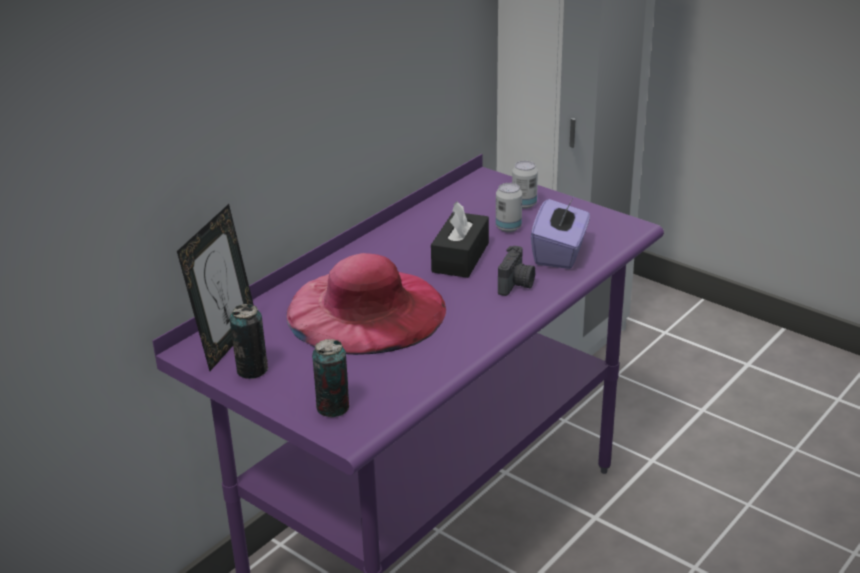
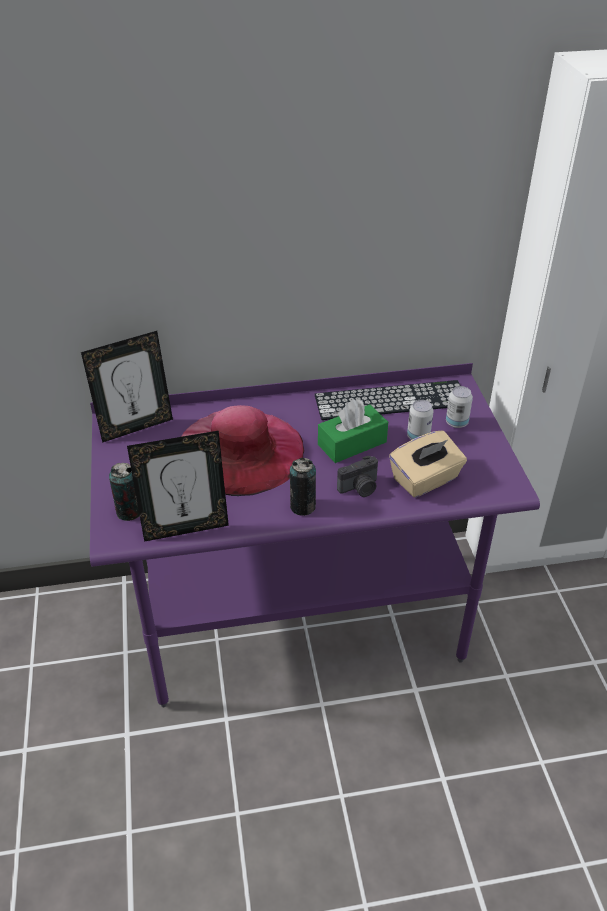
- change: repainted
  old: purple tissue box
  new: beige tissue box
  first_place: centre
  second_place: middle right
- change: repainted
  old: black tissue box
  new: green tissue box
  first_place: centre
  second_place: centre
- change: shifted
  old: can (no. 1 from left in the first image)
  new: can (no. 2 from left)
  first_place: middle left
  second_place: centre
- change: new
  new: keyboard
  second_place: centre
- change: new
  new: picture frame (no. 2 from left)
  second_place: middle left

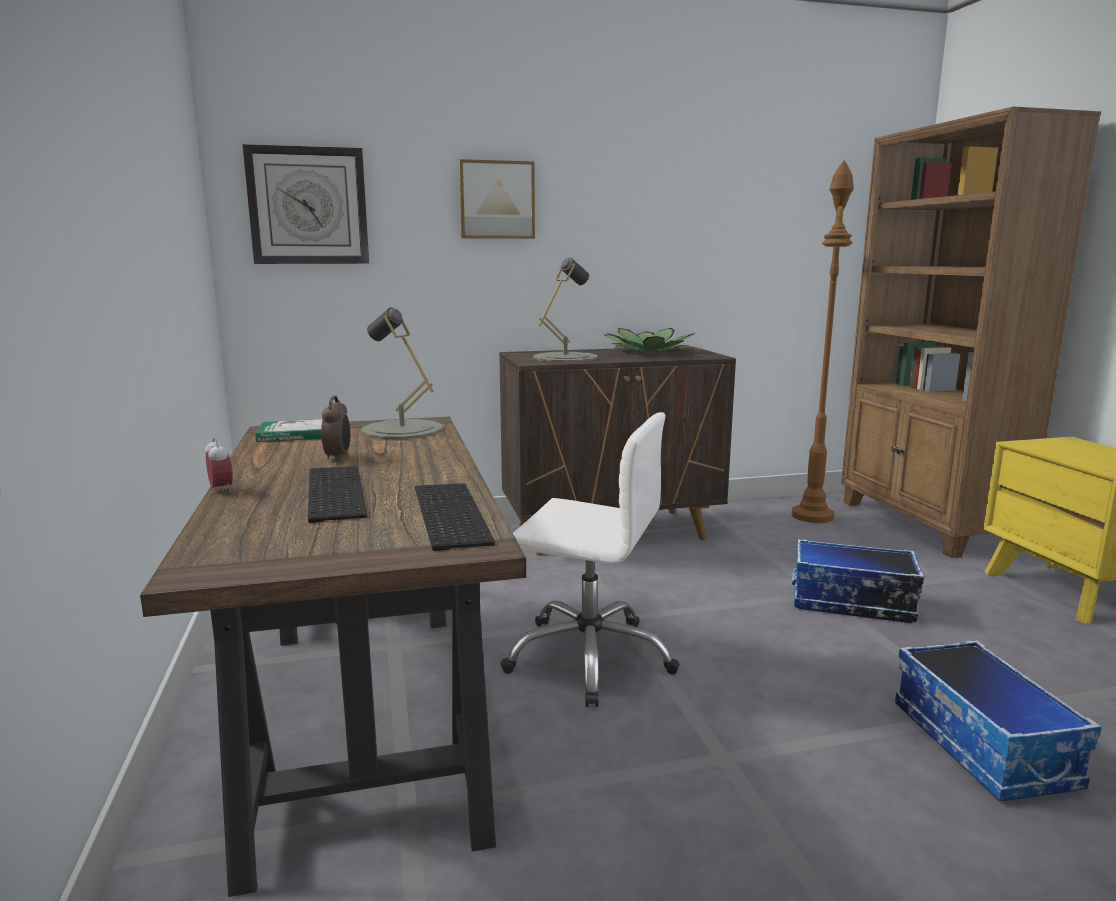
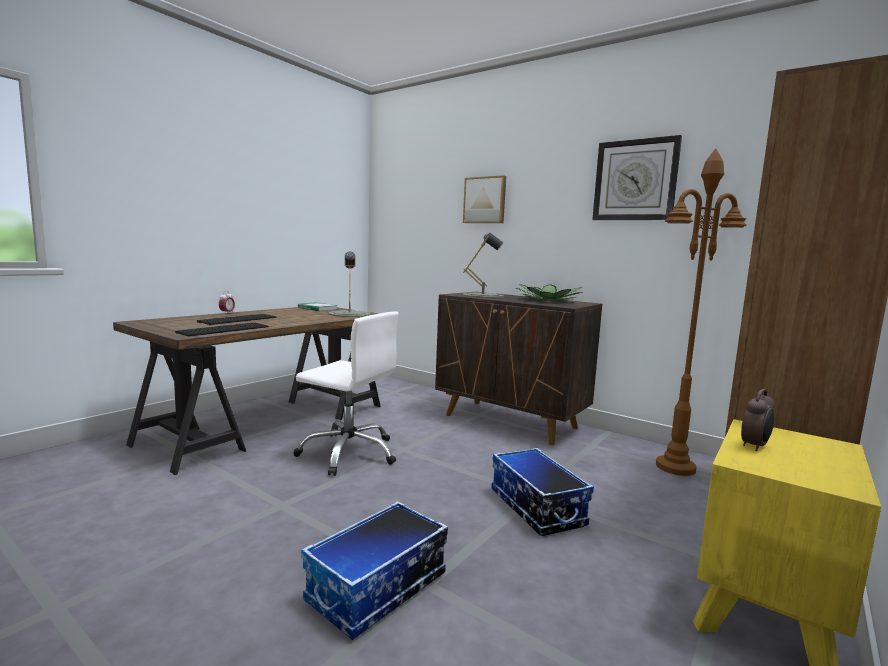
- change: shifted
  old: wall clock
  first_place: top left
  second_place: top right
- change: shifted
  old: alarm clock (no. 2 from left)
  first_place: middle left
  second_place: middle right
- change: rotated
  old: white office chair
  first_place: centre
  second_place: centre
  degrees: -45

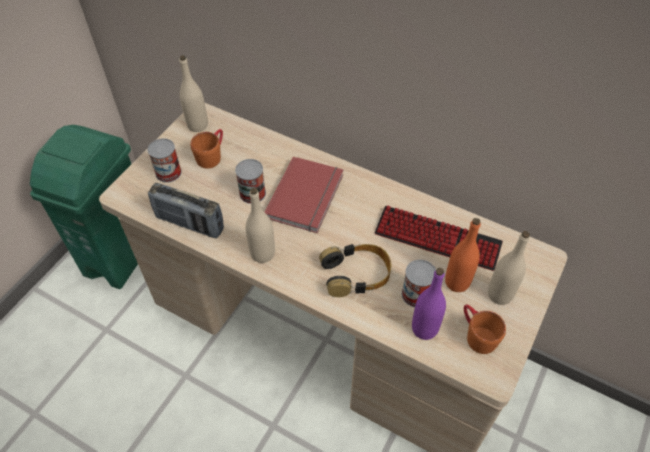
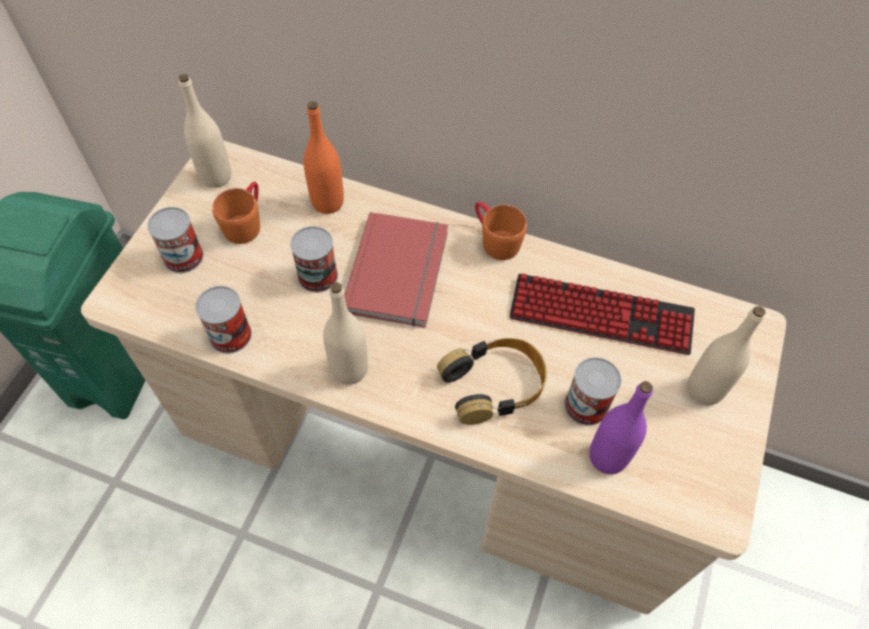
- change: swapped
  old: radio
  new: can (no. 2 from left)
  first_place: middle left
  second_place: middle left
- change: shifted
  old: orange bottle
  first_place: middle right
  second_place: top centre
- change: shifted
  old: orange mug (no. 2 from left)
  first_place: bottom right
  second_place: centre

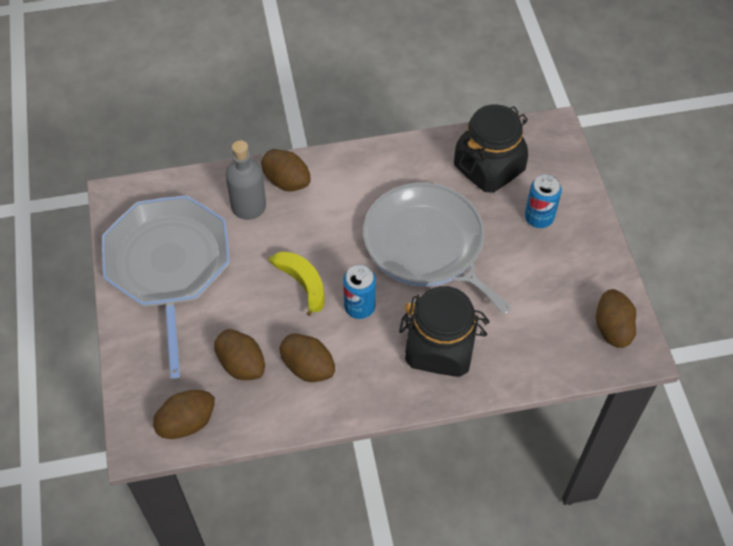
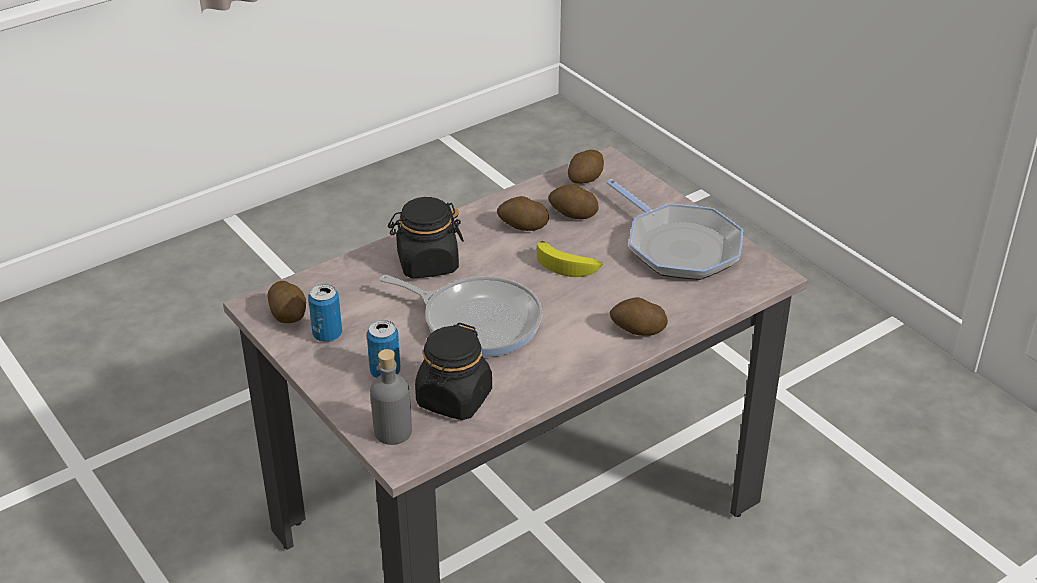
- change: shifted
  old: grey bottle
  first_place: top centre
  second_place: bottom centre
- change: shifted
  old: can (no. 1 from left)
  first_place: centre
  second_place: middle left

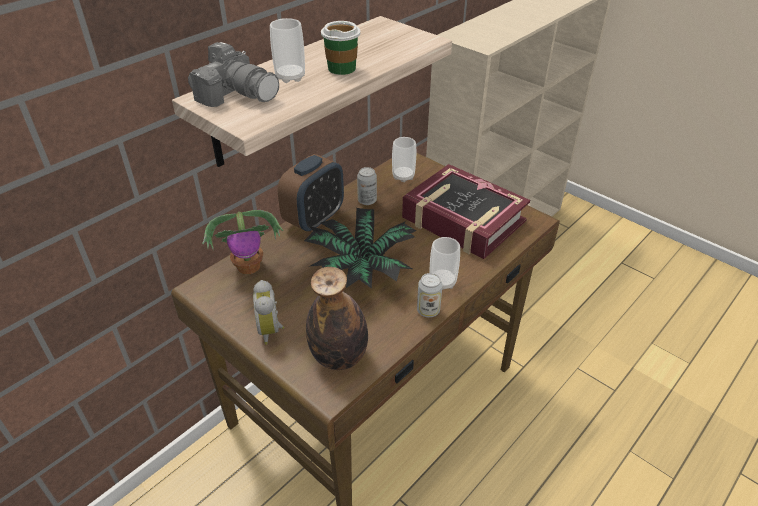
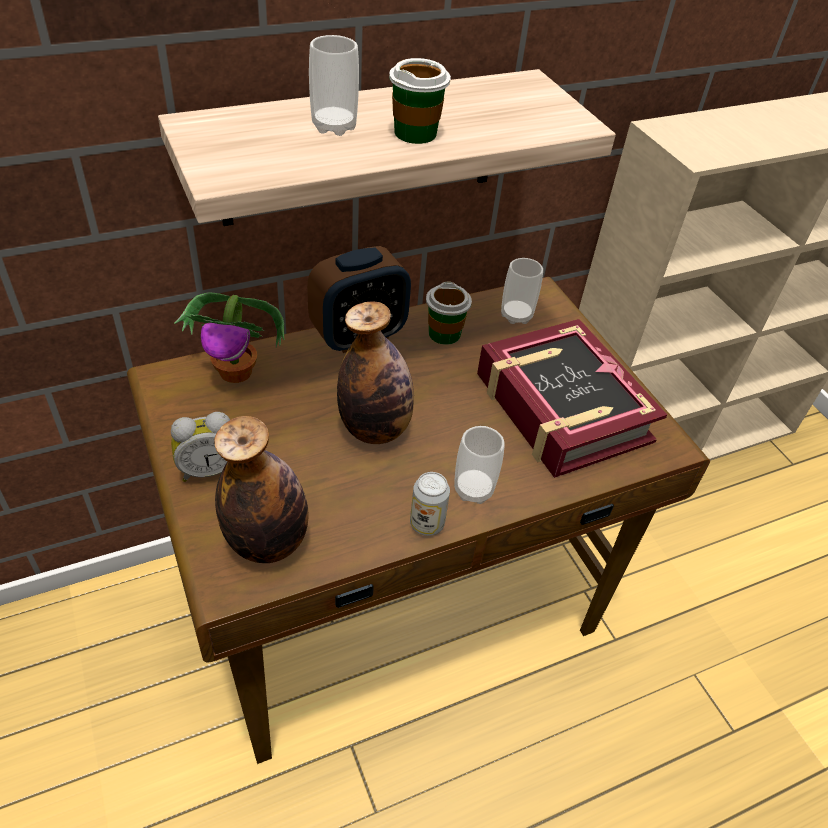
- change: gone
  old: photo camera
  first_place: top left
- change: swapped
  old: can (no. 1 from left)
  new: cup (no. 3 from left)
  first_place: centre
  second_place: centre
- change: swapped
  old: potted plant (no. 2 from left)
  new: bottle (no. 2 from left)
  first_place: centre
  second_place: centre
- change: rotated
  old: alarm clock (no. 1 from left)
  first_place: centre
  second_place: middle left
  degrees: -120

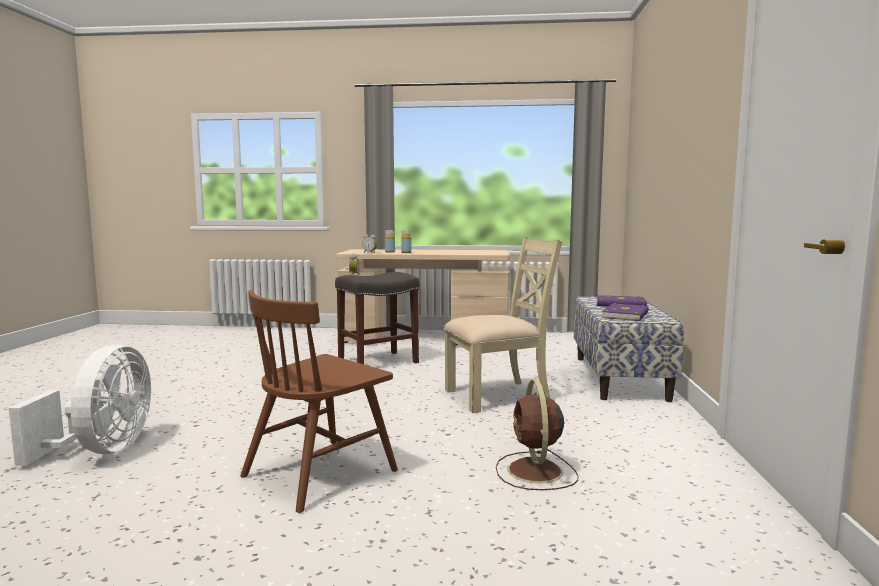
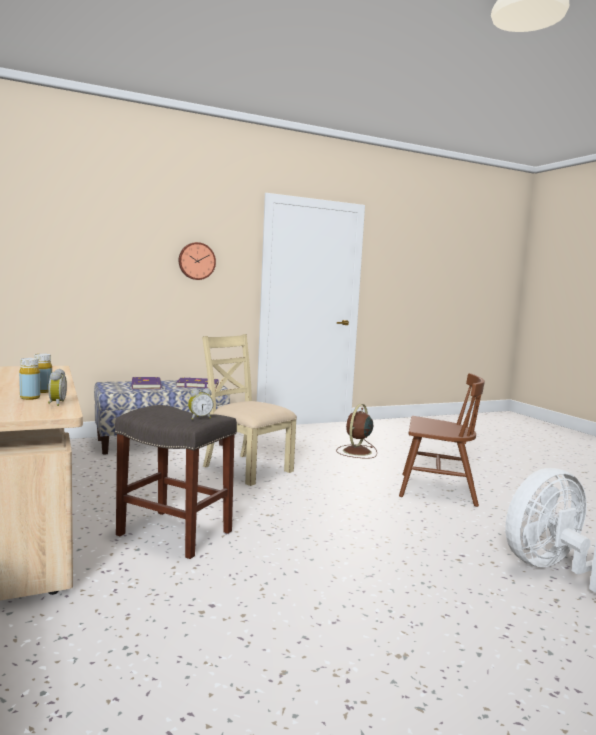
- change: rotated
  old: brown fan
  first_place: bottom centre
  second_place: centre
  degrees: 150
- change: new
  new: wall clock
  second_place: middle left

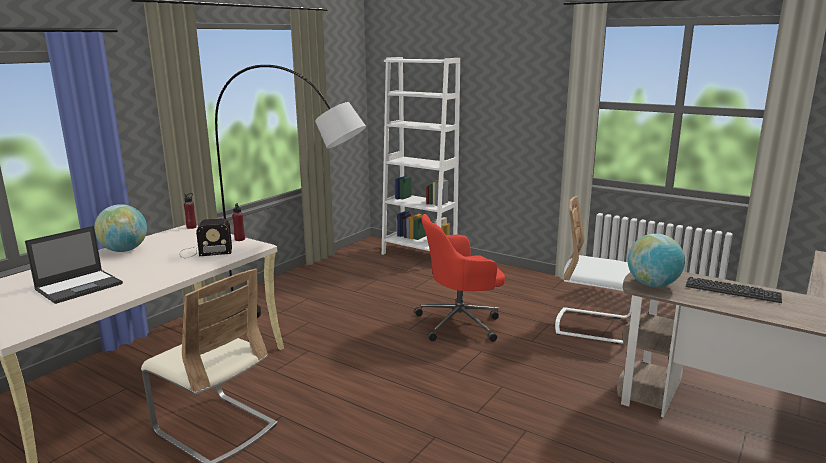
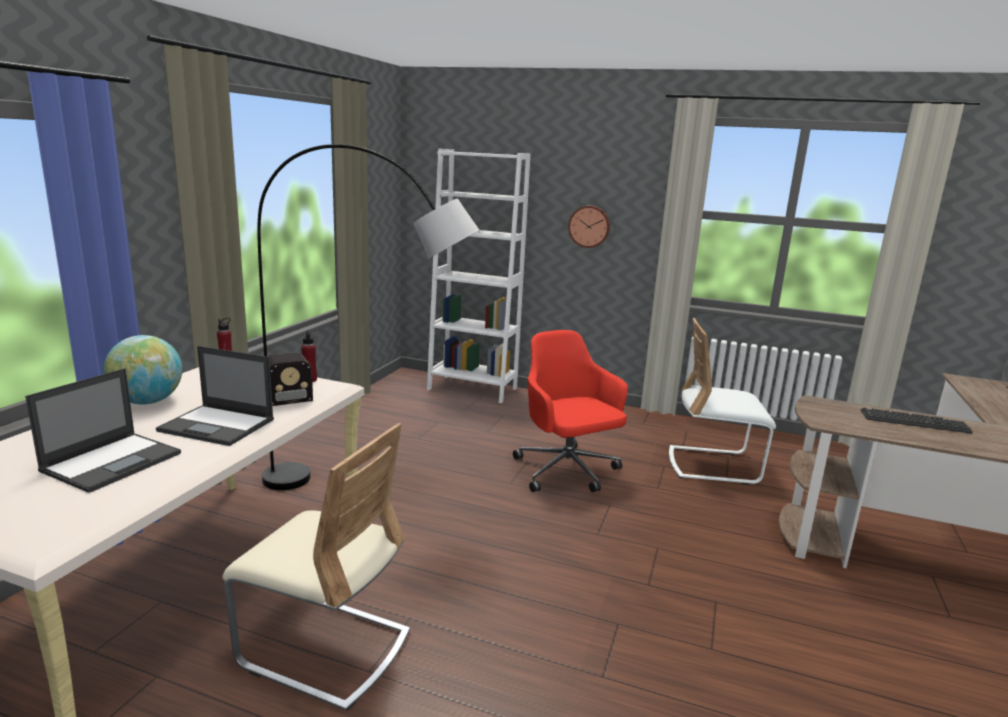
- change: rotated
  old: red office chair
  first_place: centre
  second_place: centre
  degrees: 90
- change: gone
  old: globe (no. 2 from left)
  first_place: middle right
- change: new
  new: wall clock
  second_place: top centre
- change: new
  new: laptop (no. 2 from left)
  second_place: middle left

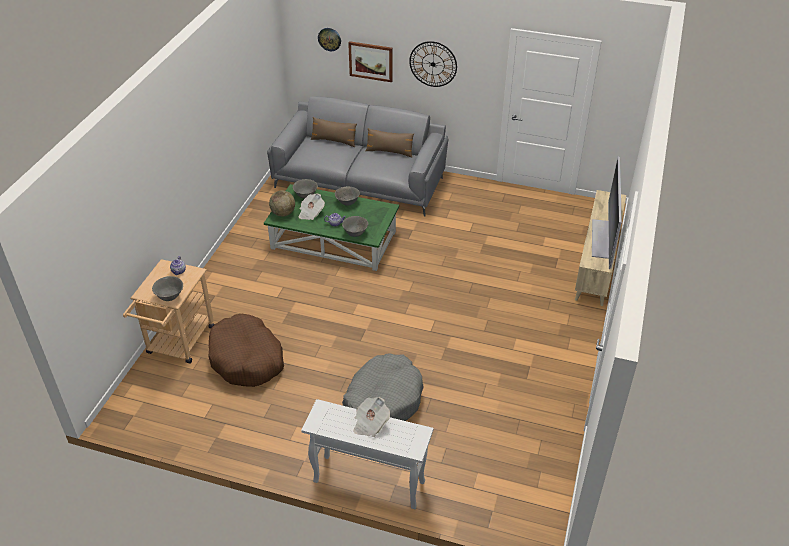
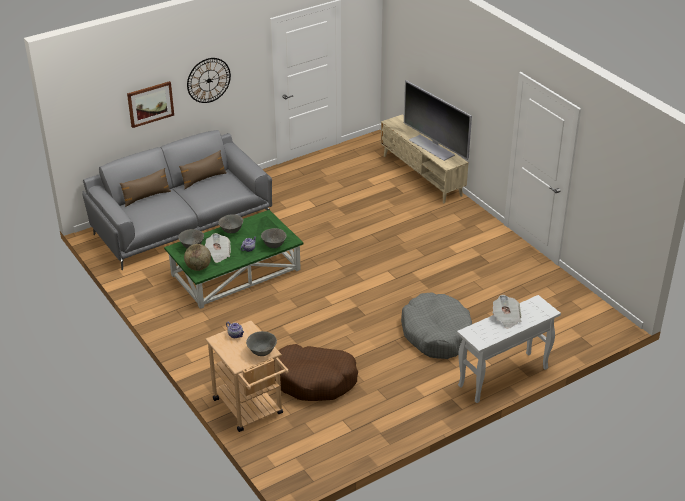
- change: gone
  old: wall clock (no. 1 from left)
  first_place: top centre

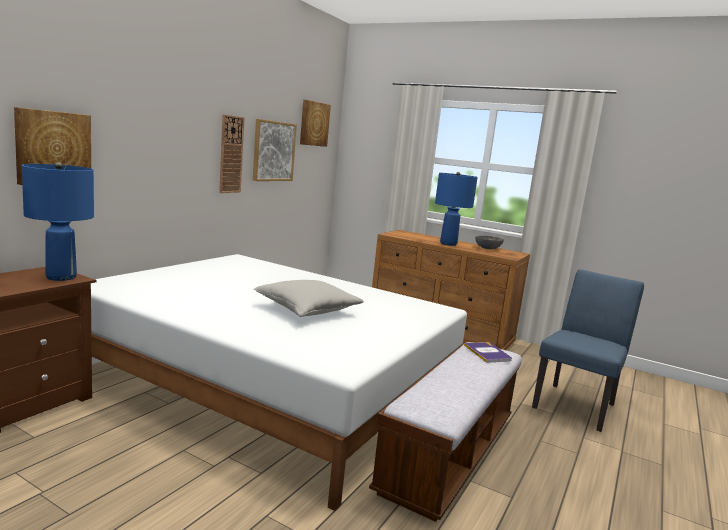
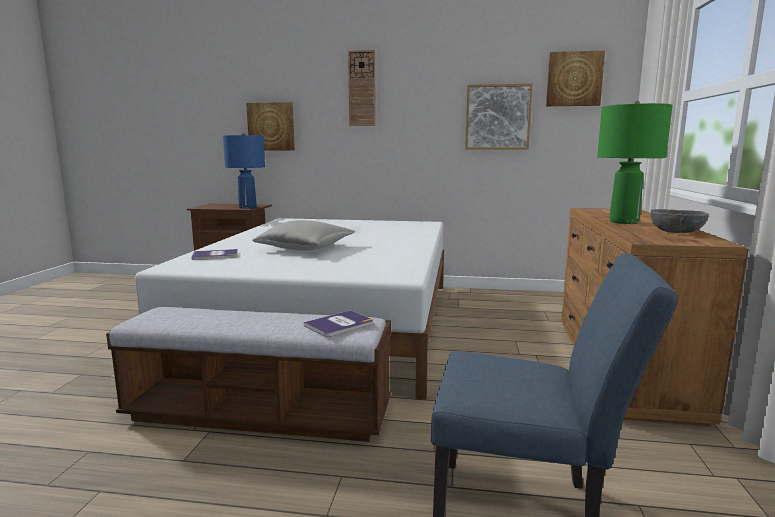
- change: shifted
  old: wall clock
  first_place: top left
  second_place: top centre
- change: repainted
  old: blue table lamp (no. 2 from left)
  new: green table lamp
  first_place: centre
  second_place: top right
- change: new
  new: book (no. 1 from left)
  second_place: middle left

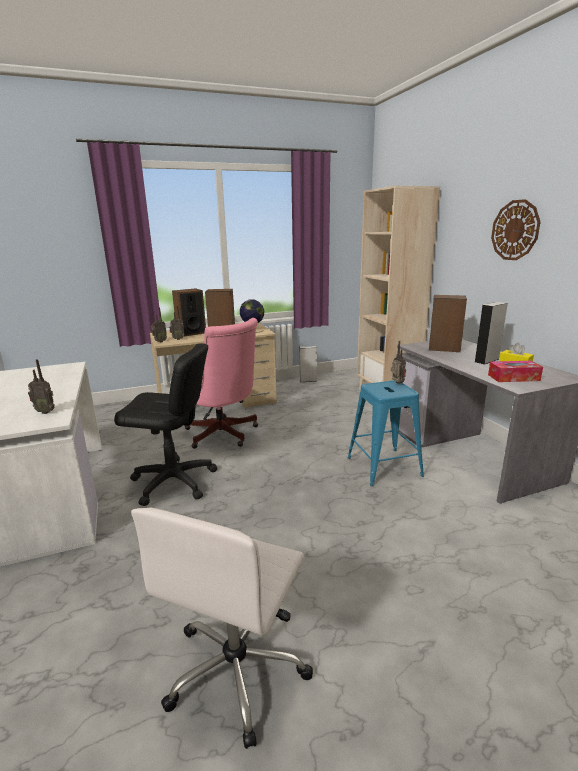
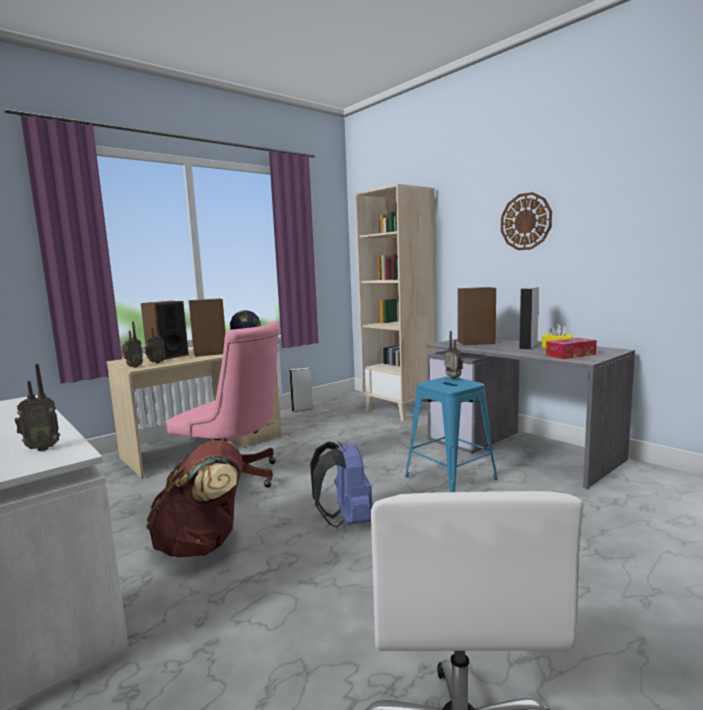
- change: swapped
  old: black office chair
  new: brown backpack
  first_place: middle left
  second_place: bottom left
- change: new
  new: blue backpack
  second_place: bottom centre

